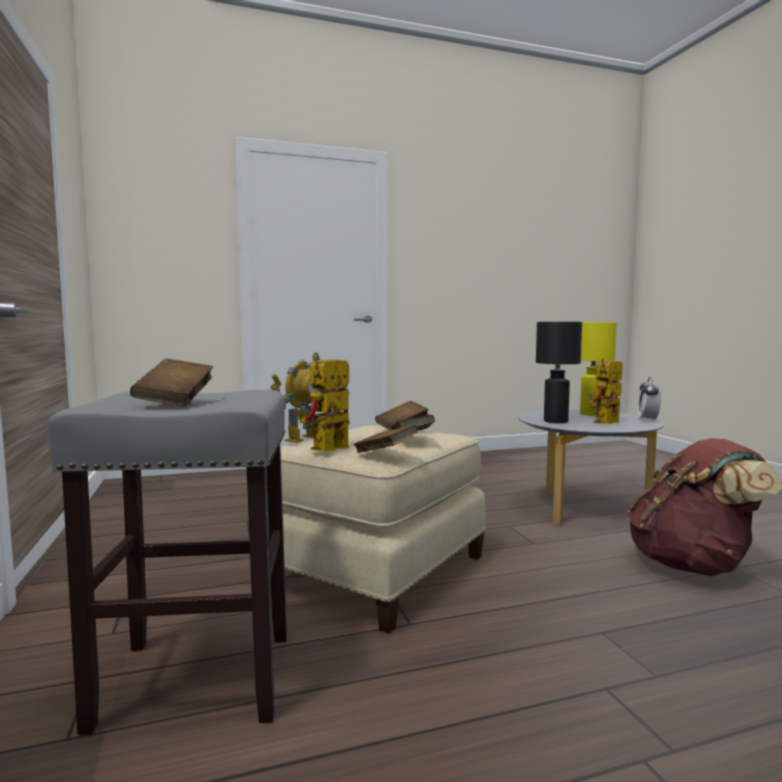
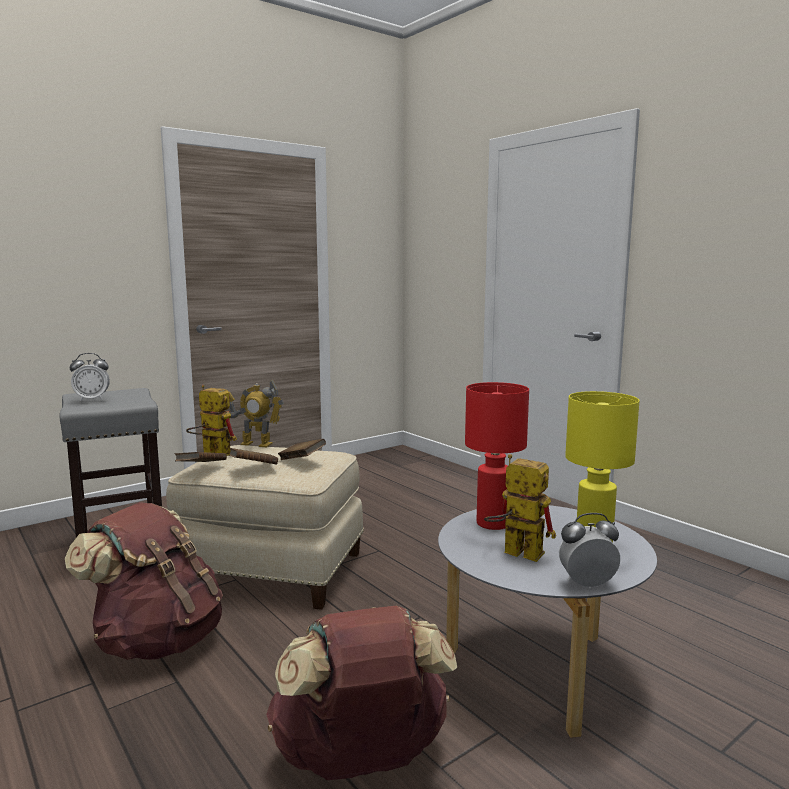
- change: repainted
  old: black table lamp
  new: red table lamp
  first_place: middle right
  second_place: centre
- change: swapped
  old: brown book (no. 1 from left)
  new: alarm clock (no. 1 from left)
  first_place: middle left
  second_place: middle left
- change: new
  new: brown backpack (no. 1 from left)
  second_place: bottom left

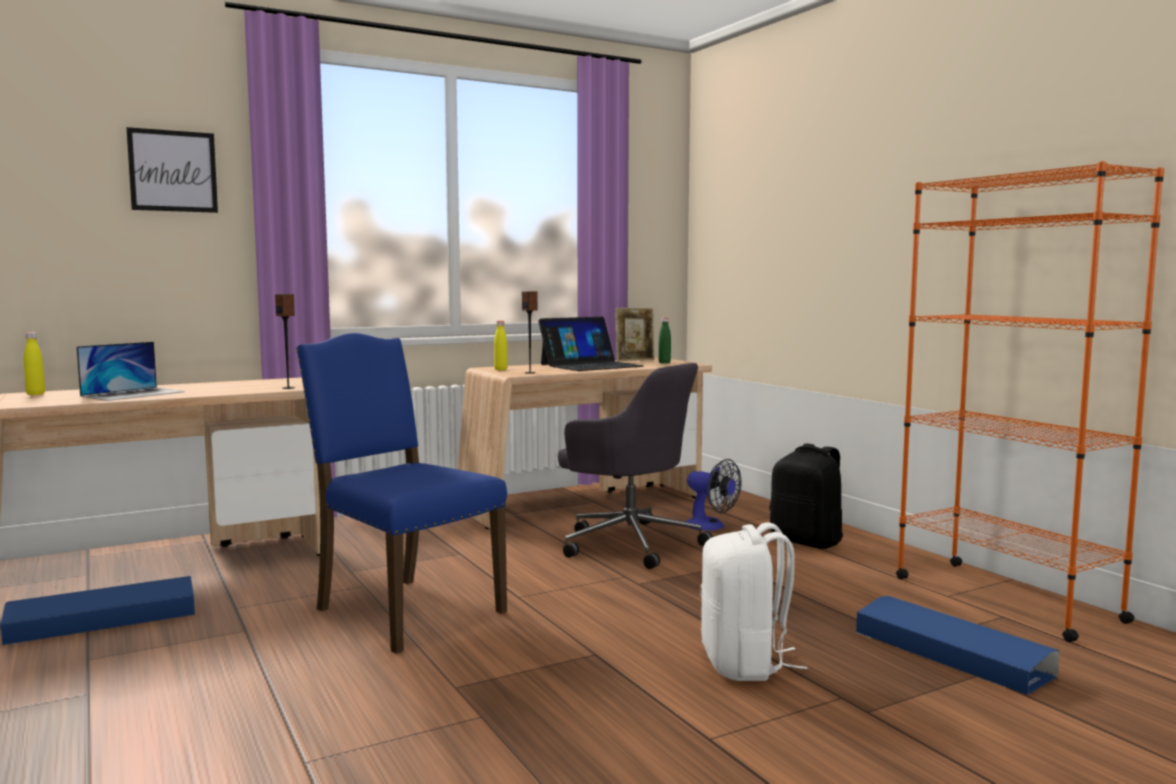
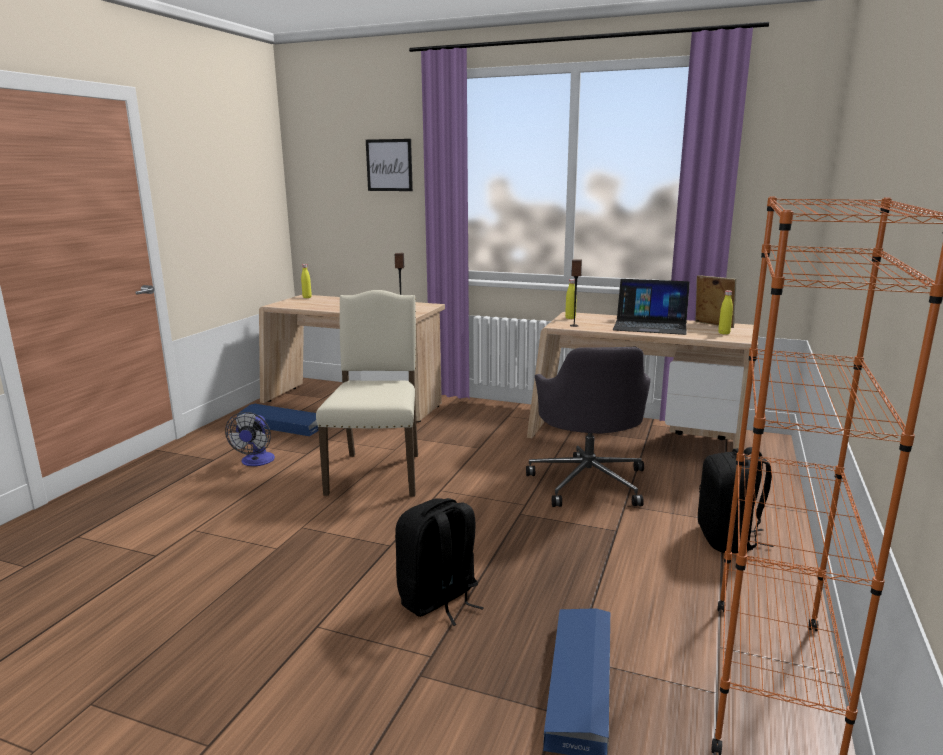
- change: rotated
  old: picture frame
  first_place: centre
  second_place: middle right
  degrees: -150
- change: repainted
  old: green bottle
  new: yellow bottle (no. 3 from left)
  first_place: centre
  second_place: middle right
- change: repainted
  old: blue chair
  new: beige chair
  first_place: centre
  second_place: centre
- change: gone
  old: laptop (no. 1 from left)
  first_place: middle left
- change: shifted
  old: fan
  first_place: centre
  second_place: middle left
- change: repainted
  old: white backpack
  new: black backpack (no. 1 from left)
  first_place: bottom centre
  second_place: bottom centre

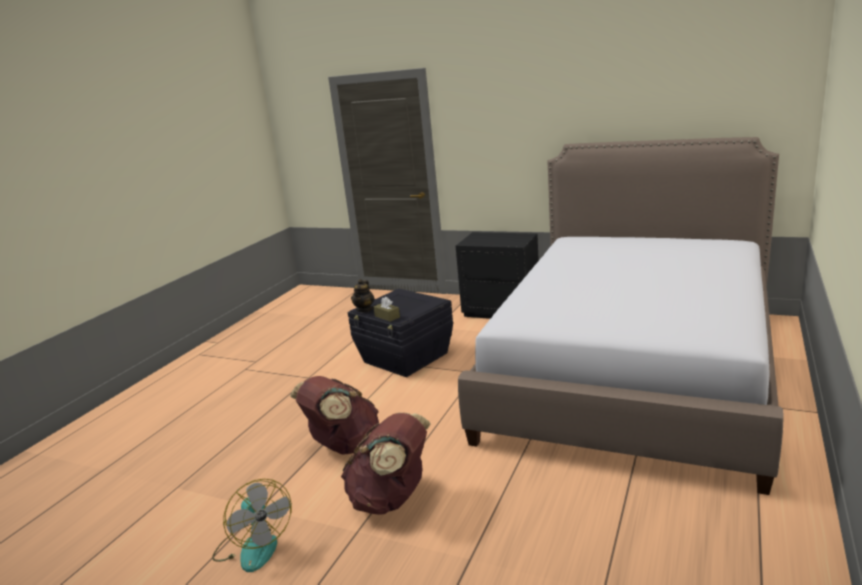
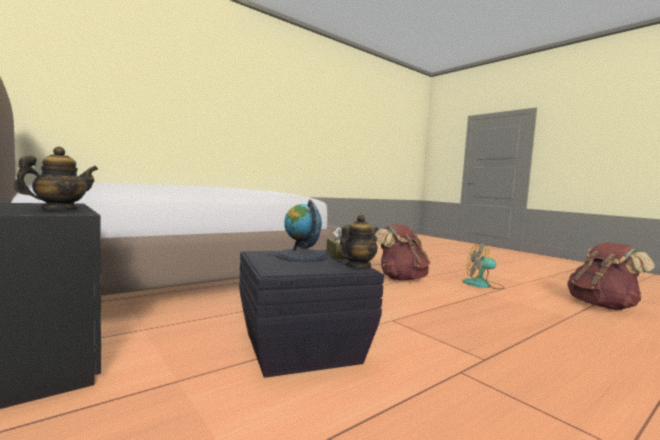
- change: shifted
  old: brown backpack (no. 1 from left in the first image)
  new: brown backpack (no. 2 from left)
  first_place: bottom centre
  second_place: middle right
- change: rotated
  old: fan
  first_place: bottom left
  second_place: middle right
  degrees: -75
- change: new
  new: teapot (no. 1 from left)
  second_place: middle left
- change: new
  new: globe
  second_place: centre

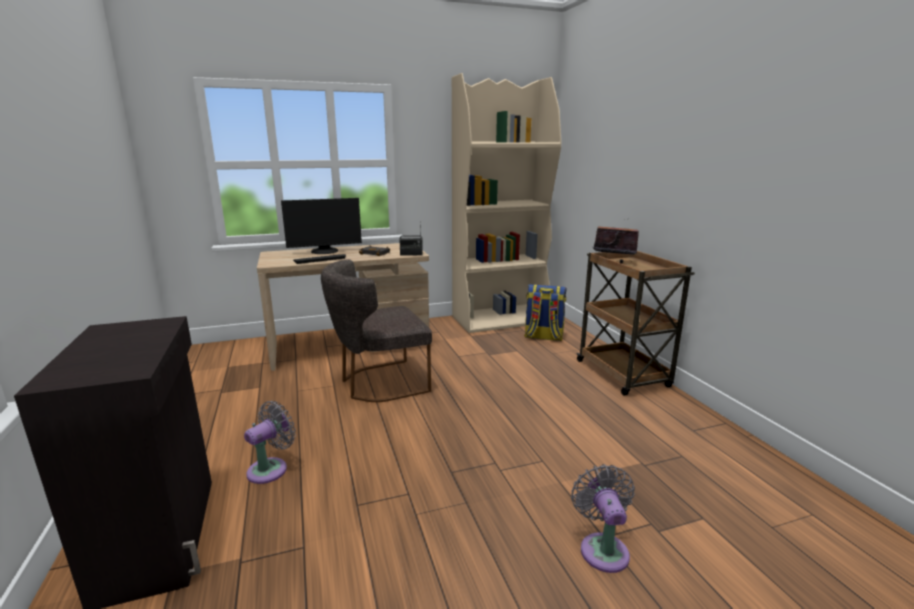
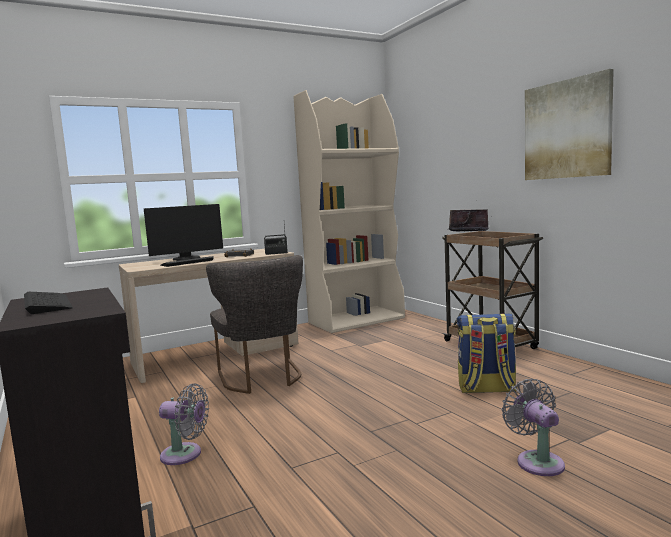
- change: rotated
  old: grey chair
  first_place: centre
  second_place: centre
  degrees: -75
- change: shifted
  old: backpack
  first_place: centre
  second_place: middle right
- change: rotated
  old: grey fan (no. 1 from left)
  first_place: bottom left
  second_place: bottom left
  degrees: 75
- change: new
  new: picture
  second_place: top right
- change: new
  new: keyboard (no. 1 from left)
  second_place: middle left

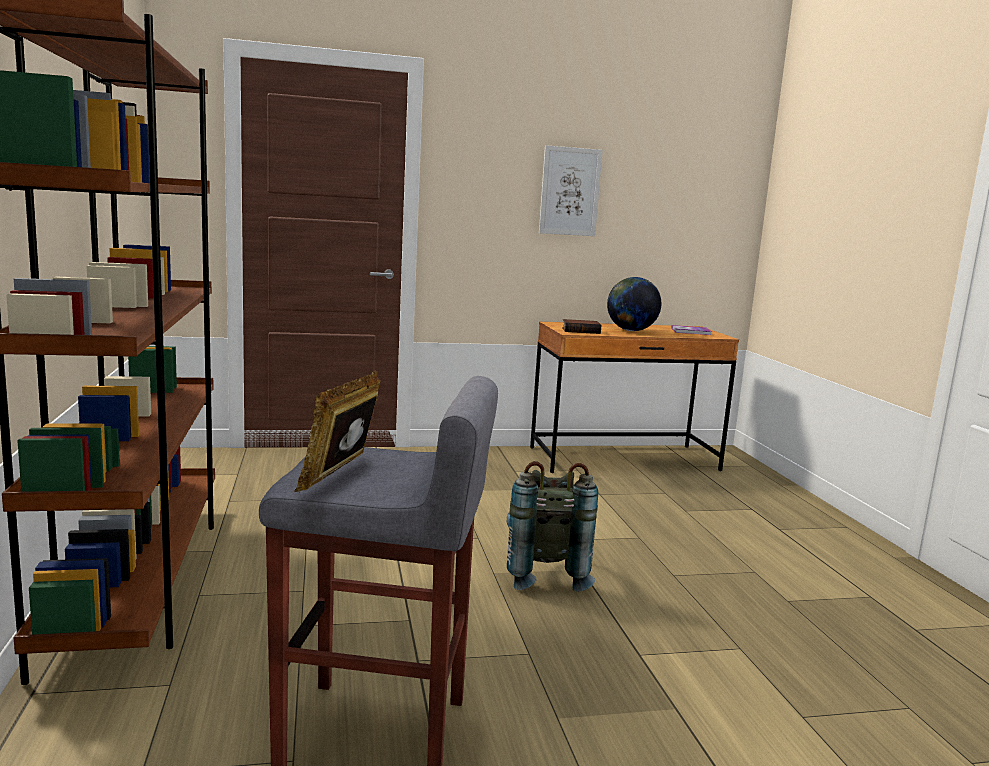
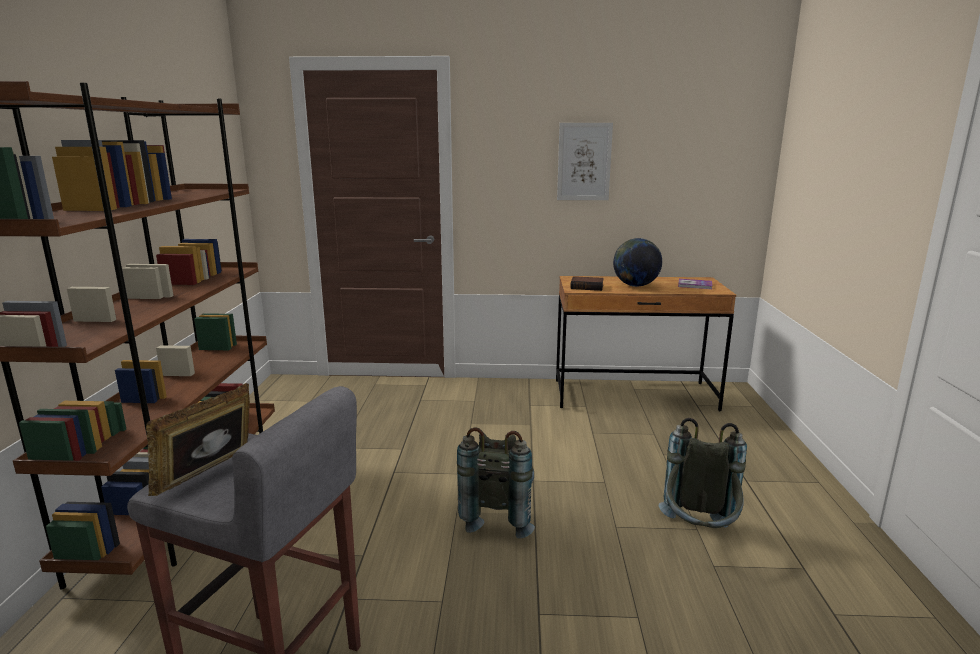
- change: new
  new: grey backpack (no. 2 from left)
  second_place: bottom right

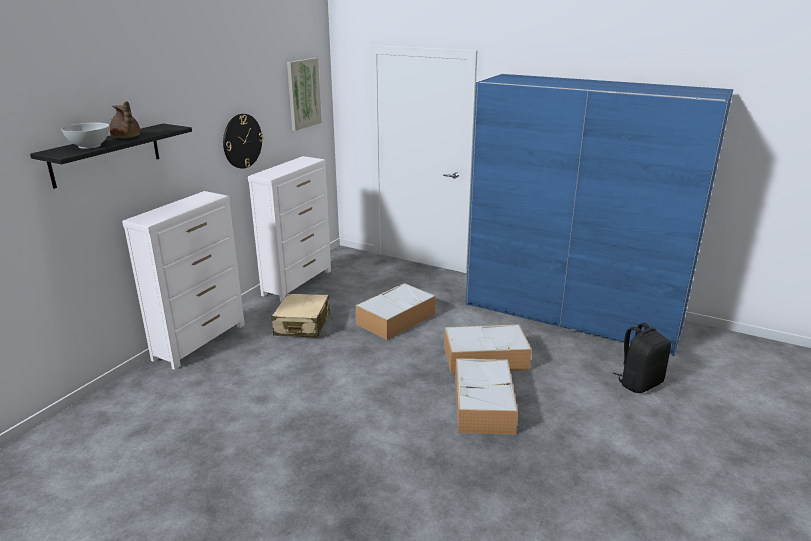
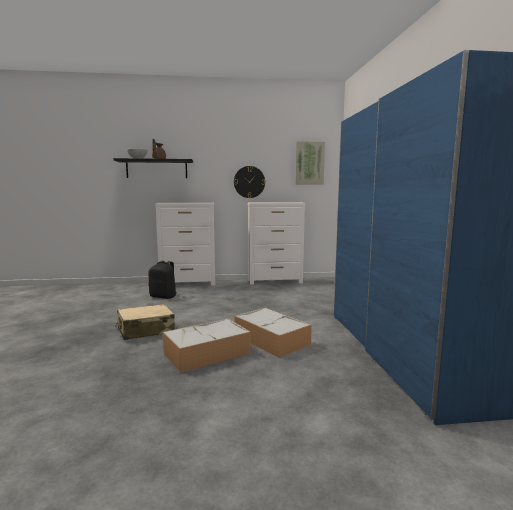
- change: gone
  old: storage box (no. 1 from left)
  first_place: centre
- change: shifted
  old: beige suitcase
  first_place: centre
  second_place: middle left
- change: shifted
  old: black backpack
  first_place: middle right
  second_place: middle left

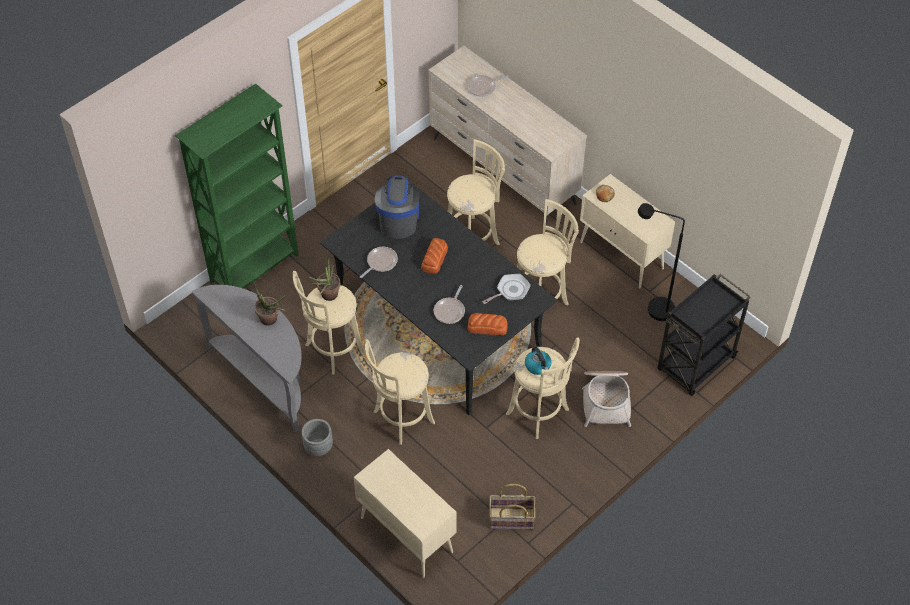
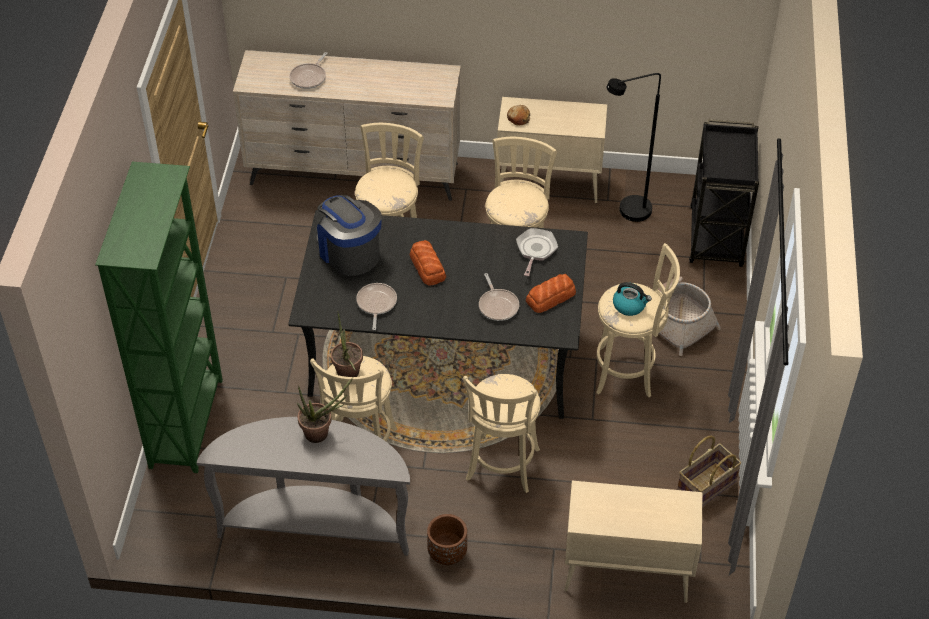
- change: repainted
  old: grey planter
  new: brown planter
  first_place: bottom centre
  second_place: bottom centre

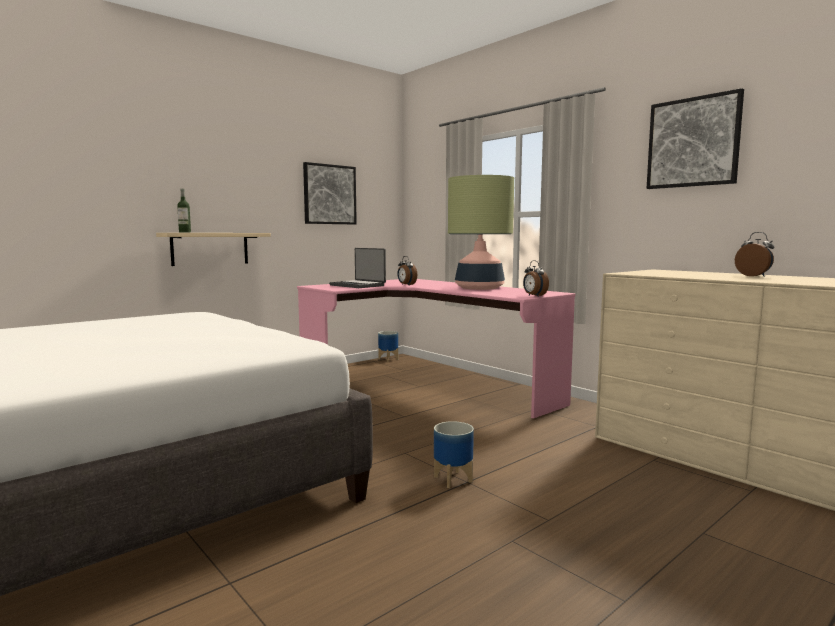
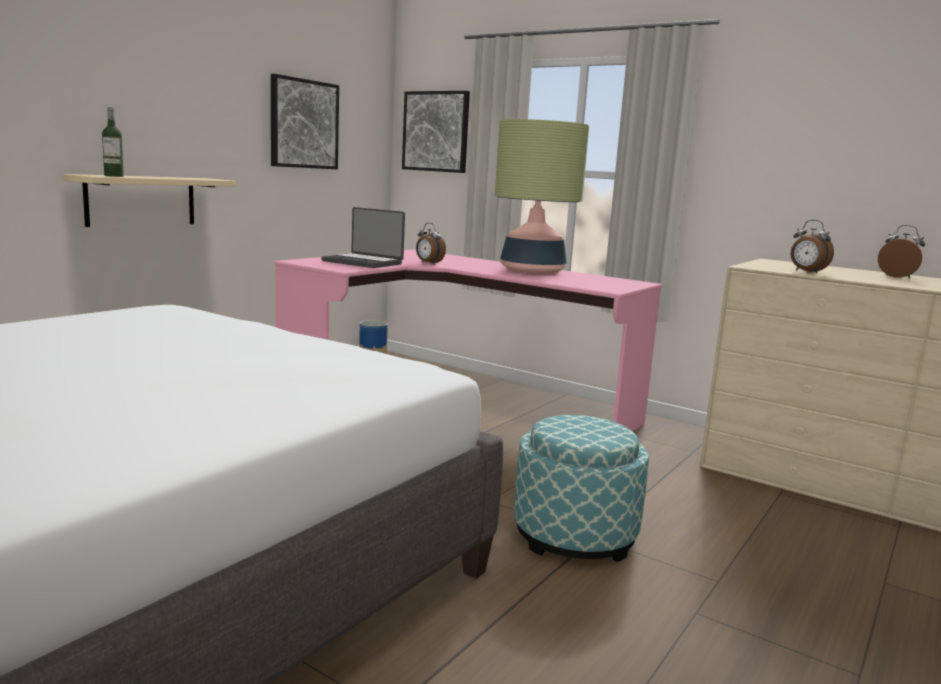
- change: shifted
  old: picture (no. 2 from left)
  first_place: top right
  second_place: top centre
- change: shifted
  old: alarm clock (no. 2 from left)
  first_place: centre
  second_place: middle right
- change: swapped
  old: planter (no. 2 from left)
  new: ottoman
  first_place: bottom centre
  second_place: bottom centre

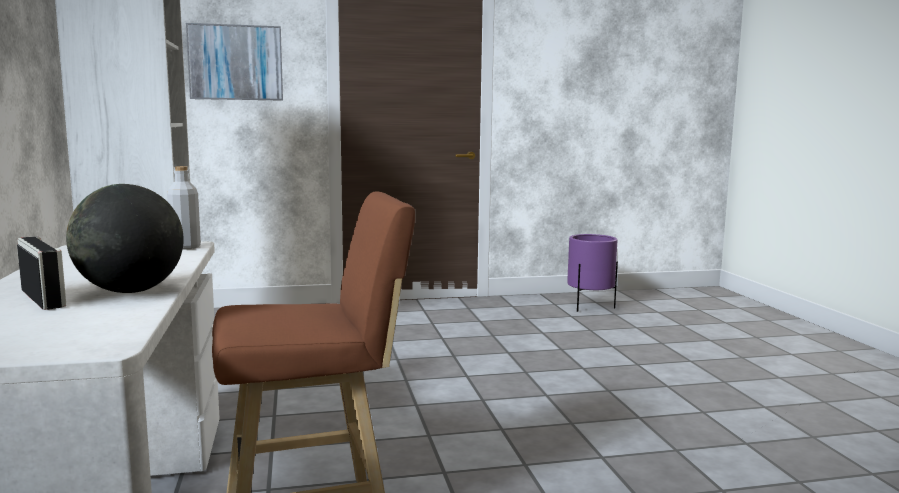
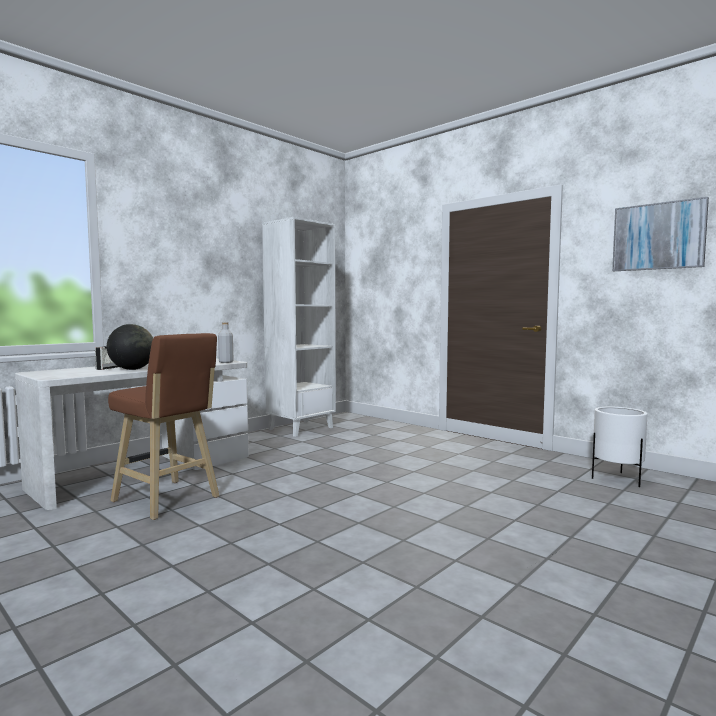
- change: shifted
  old: picture
  first_place: top left
  second_place: top right
- change: repainted
  old: purple planter
  new: white planter
  first_place: centre
  second_place: middle right

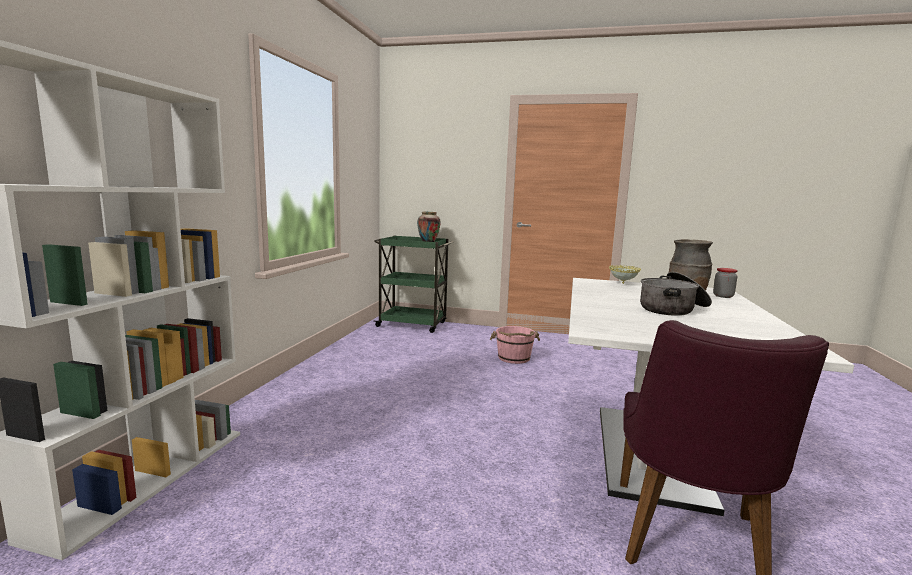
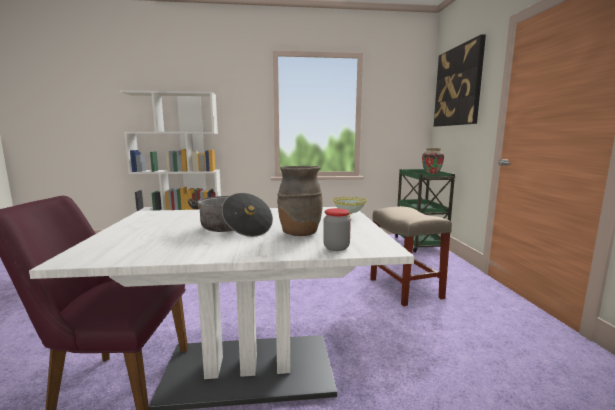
- change: swapped
  old: pink bucket
  new: beige stool
  first_place: centre
  second_place: middle right
- change: new
  new: picture
  second_place: top right

